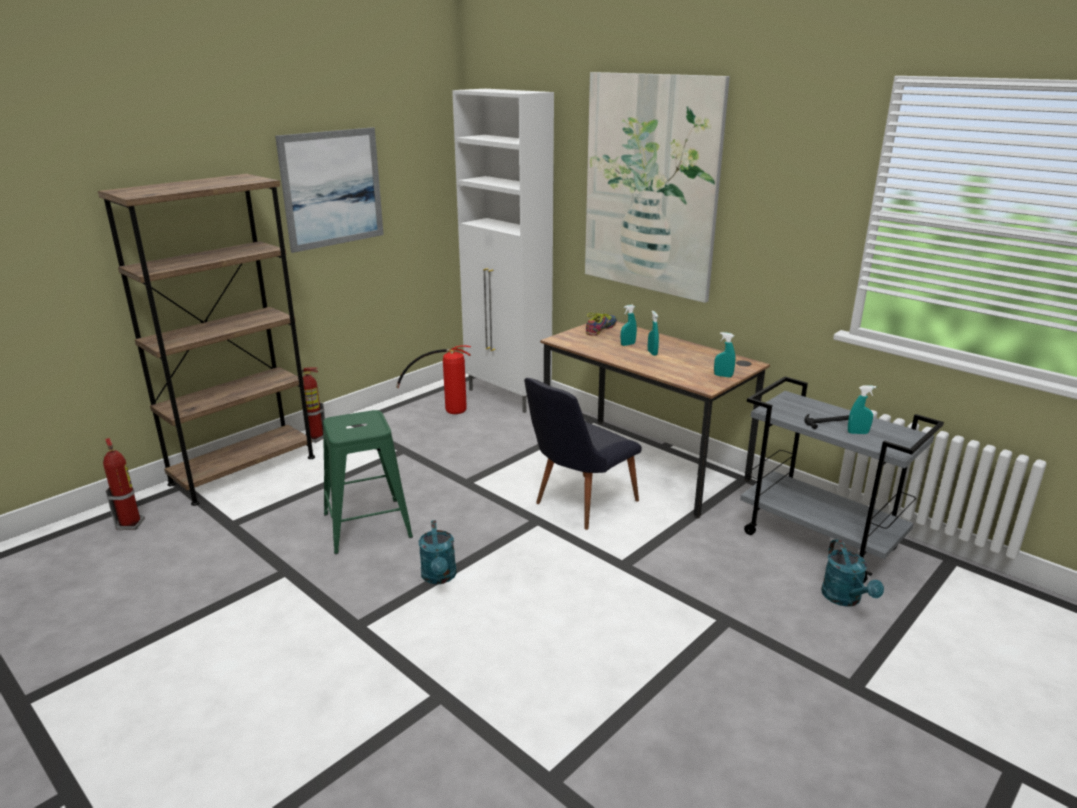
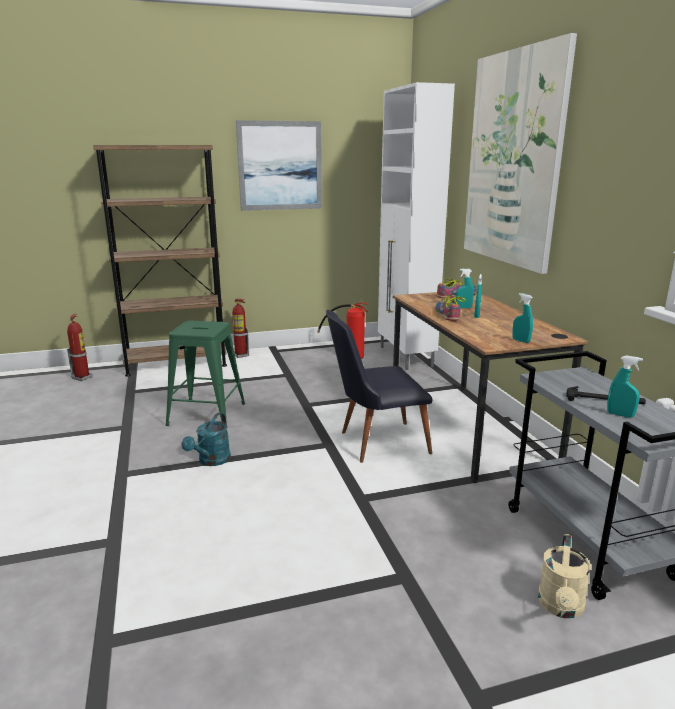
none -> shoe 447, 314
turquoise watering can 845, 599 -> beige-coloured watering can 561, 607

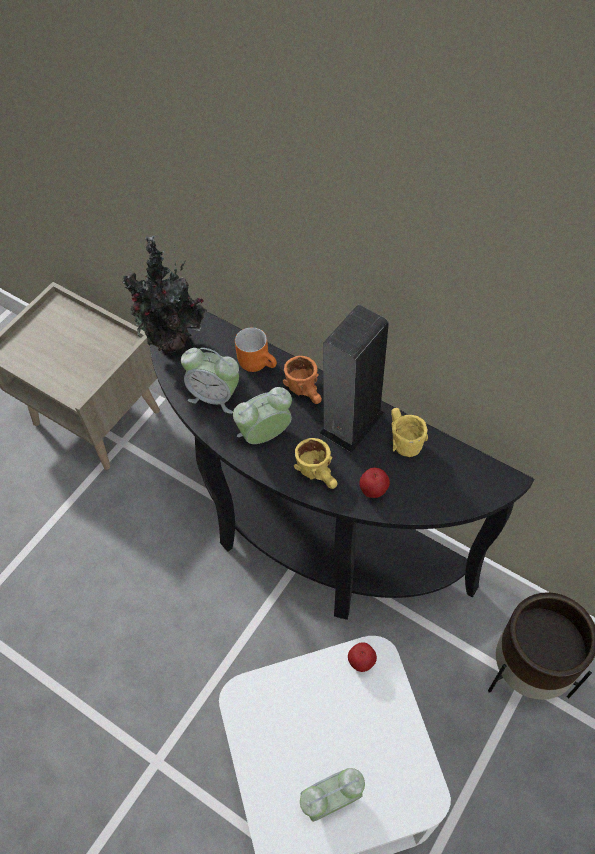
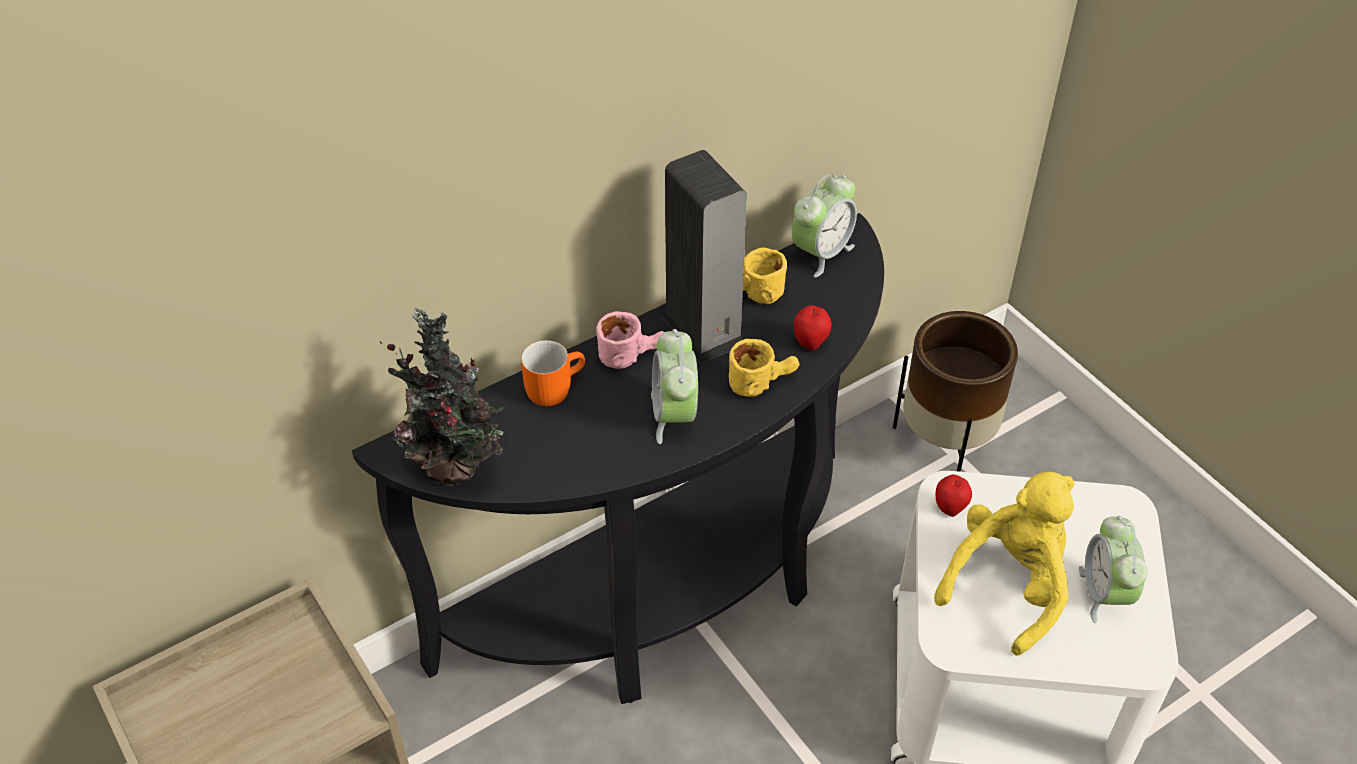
orangey coffee mug 307, 392 -> pinkish coffee mug 632, 354
alarm clock 215, 396 -> alarm clock 821, 253, relocated
none -> yellow-coloured cuddly toy 1008, 585

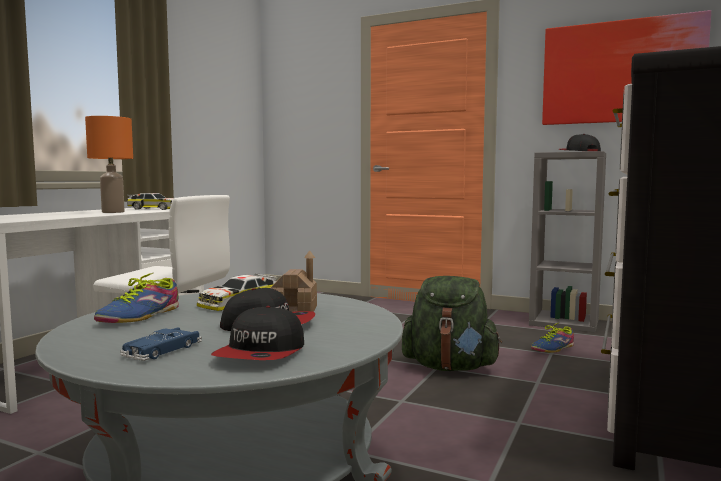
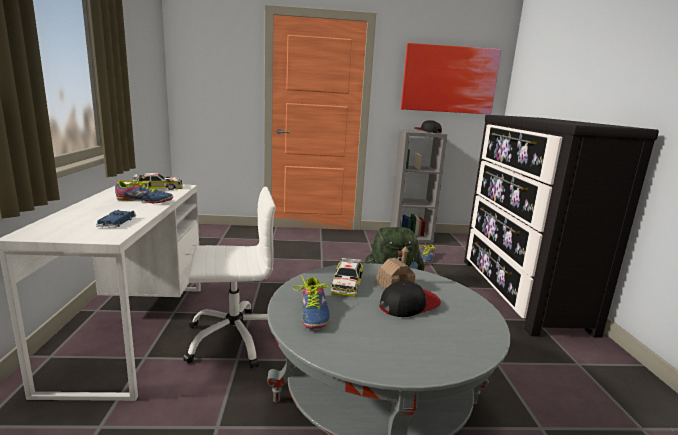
blue toy car 162, 350 -> blue toy car 117, 222, relocated
orangey table lamp 113, 212 -> shoe 144, 200
peaked cap 262, 353 -> none

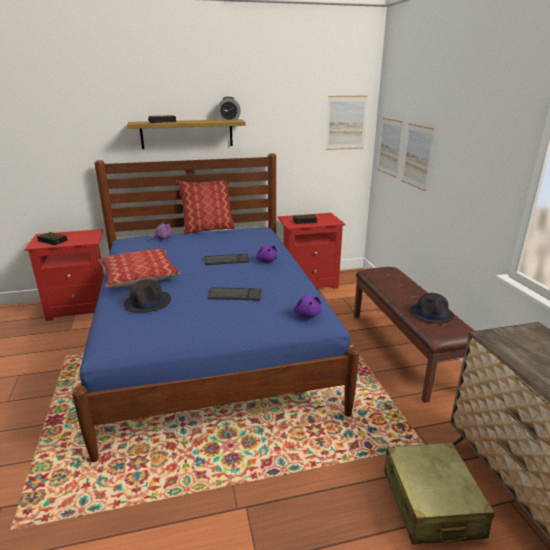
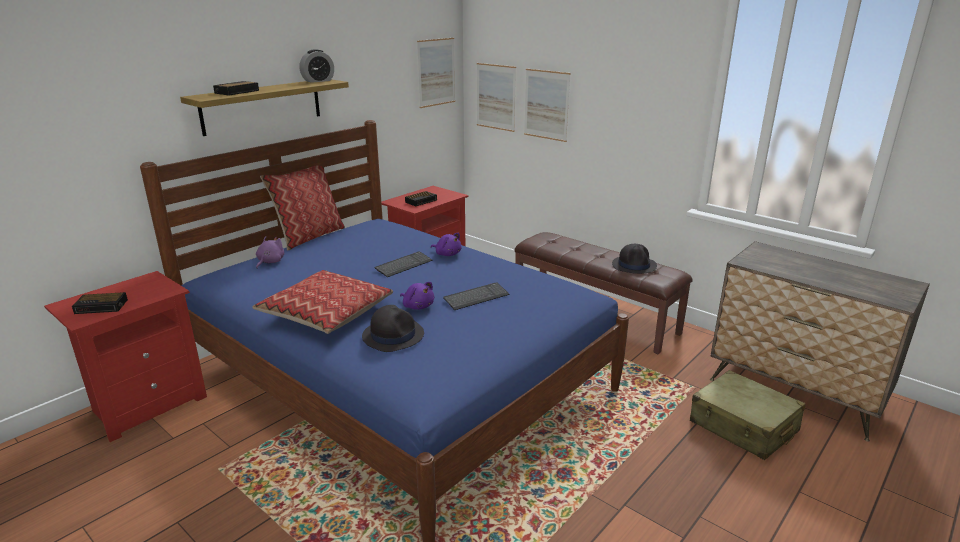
purplish cuddly toy 307, 314 -> purplish cuddly toy 417, 306, relocated

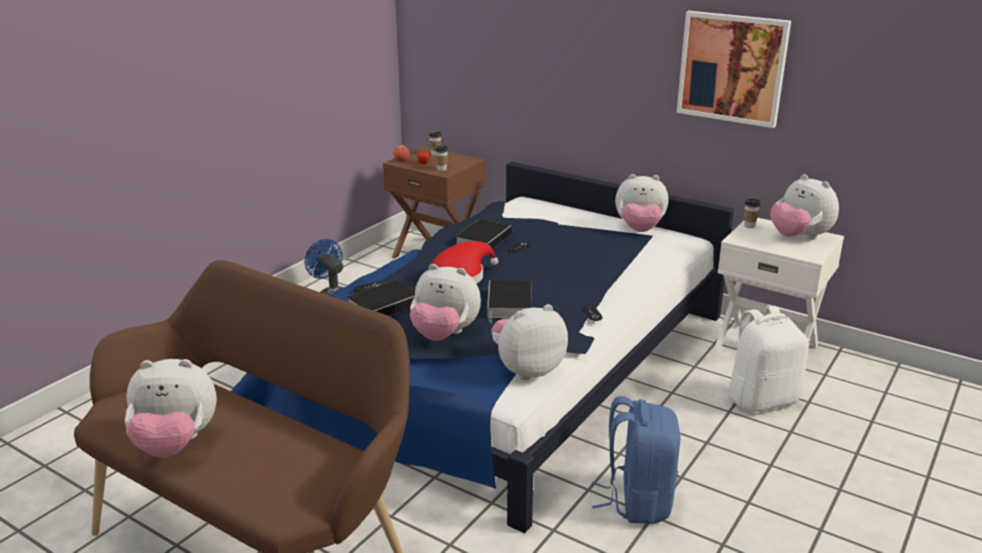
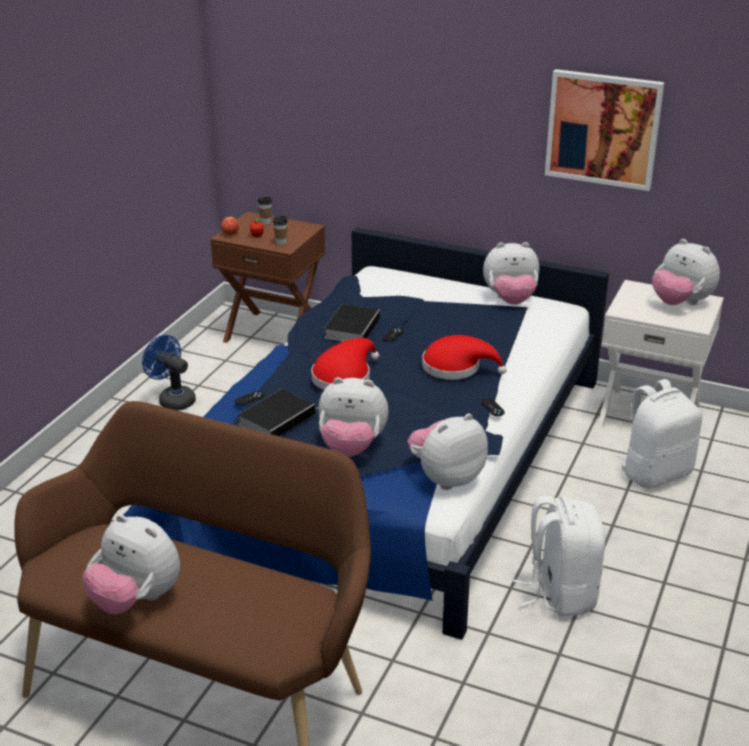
cuddly toy 176, 444 -> cuddly toy 136, 599, 45 degrees clockwise
none -> red wearable hat 456, 367
blue rucksack 637, 500 -> white-coloured rucksack 560, 593
book 510, 304 -> none
cup 749, 226 -> none

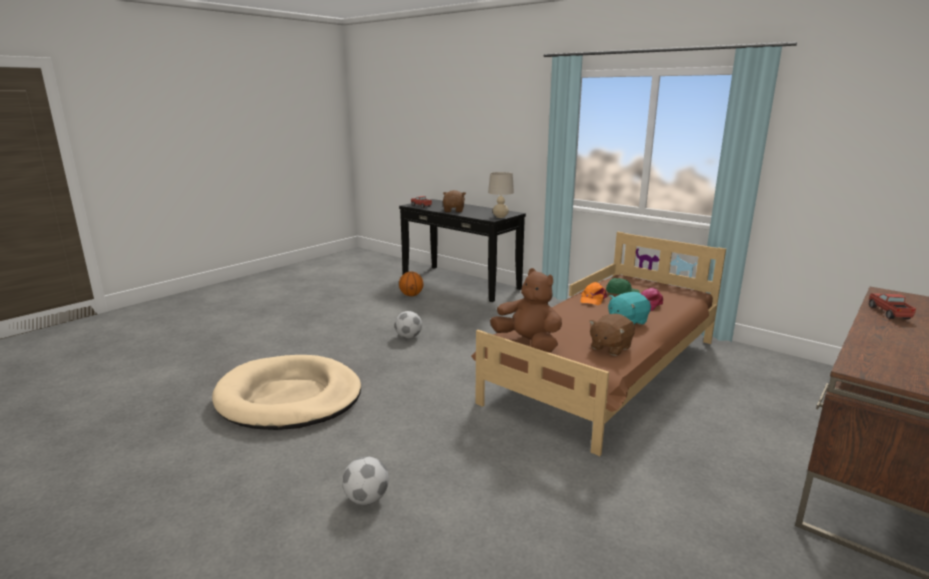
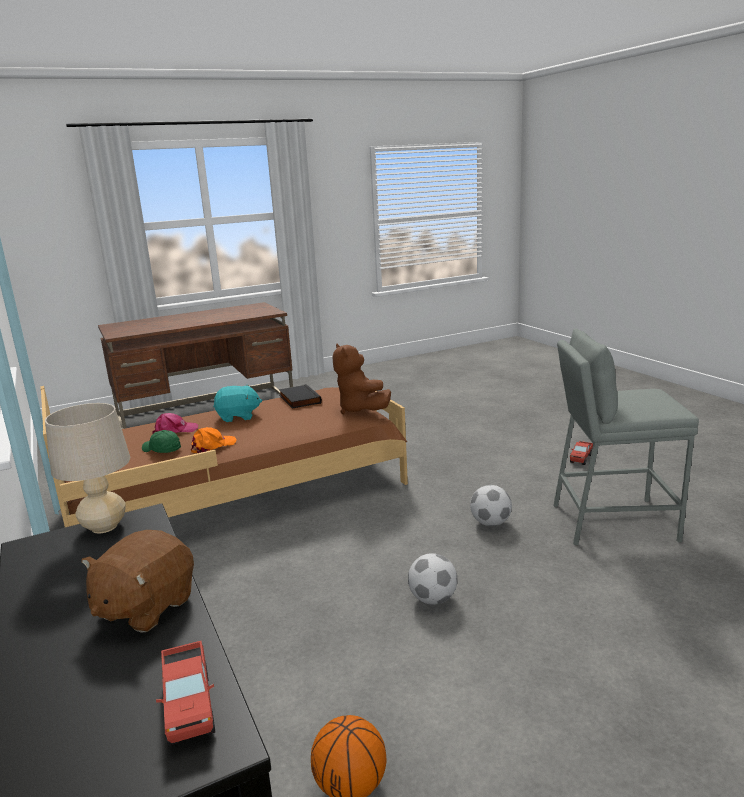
brownish cuddly toy 610, 347 -> blackish book 298, 399
football 367, 499 -> football 490, 523, relocated
beige-coloured dog bed 289, 397 -> gray stool seat 612, 521
toy lorry 888, 313 -> toy lorry 581, 458, relocated

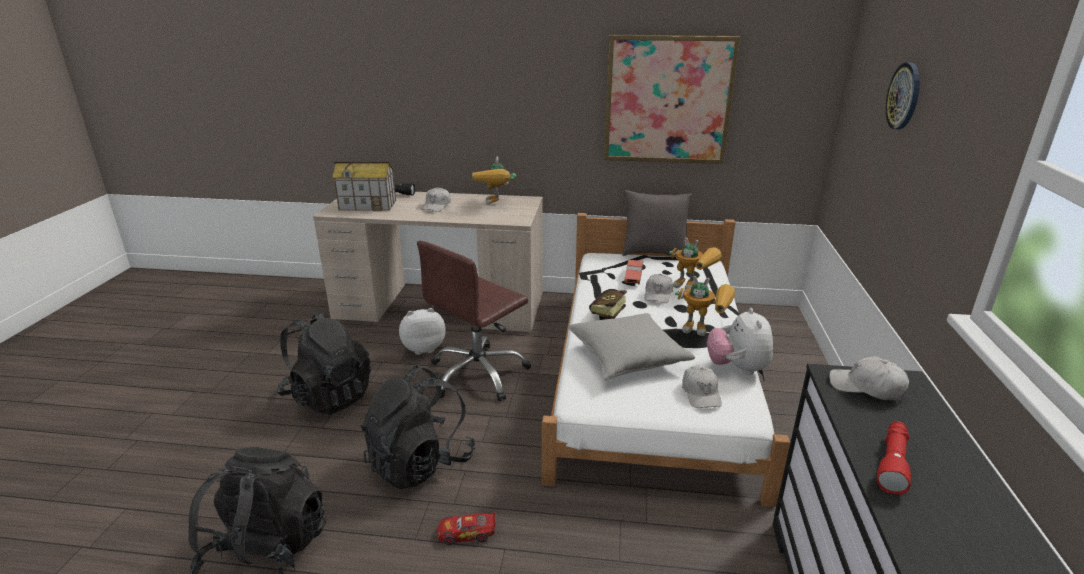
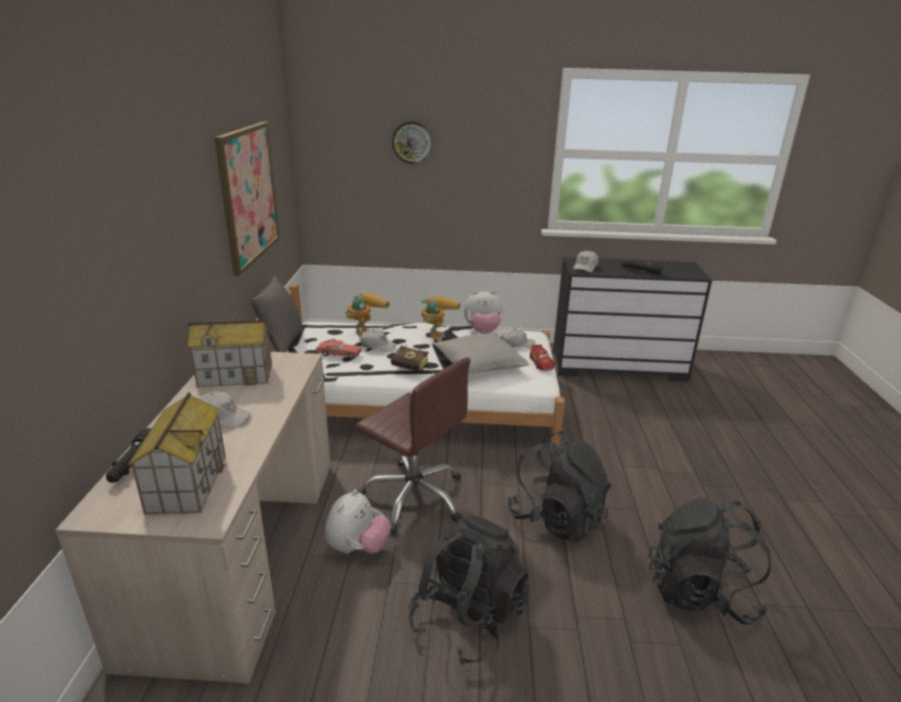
toy robot 496, 204 -> model house 236, 375
cuddly toy 423, 348 -> cuddly toy 358, 548, 135 degrees counterclockwise
toy car 466, 533 -> toy car 541, 363, relocated
red hand torch 892, 463 -> blackish hand torch 641, 271

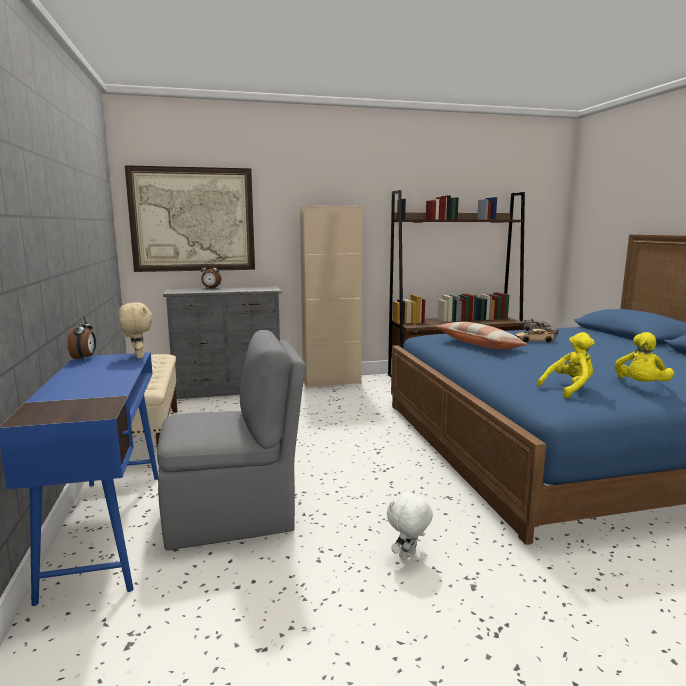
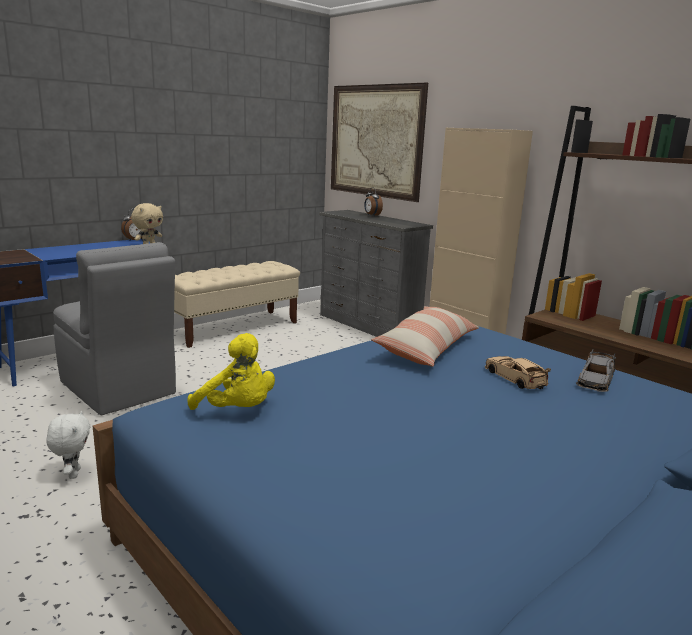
white-coloured cuddly toy 408, 556 -> white-coloured cuddly toy 73, 473, 60 degrees clockwise
yellow-coloured cuddly toy 640, 386 -> none

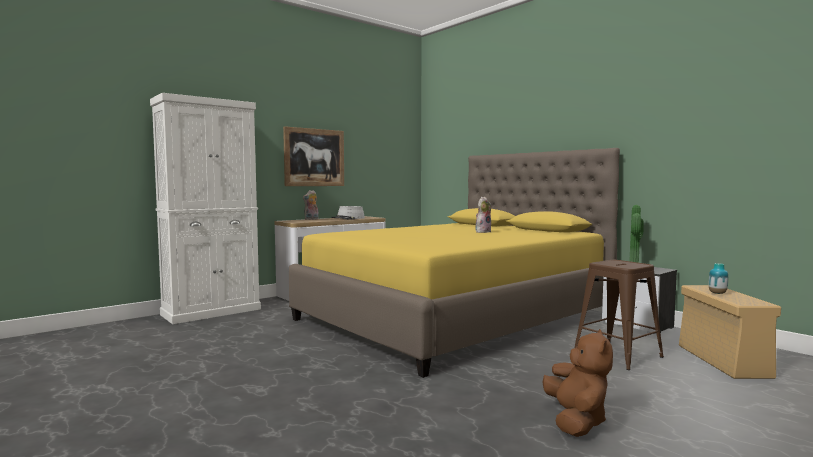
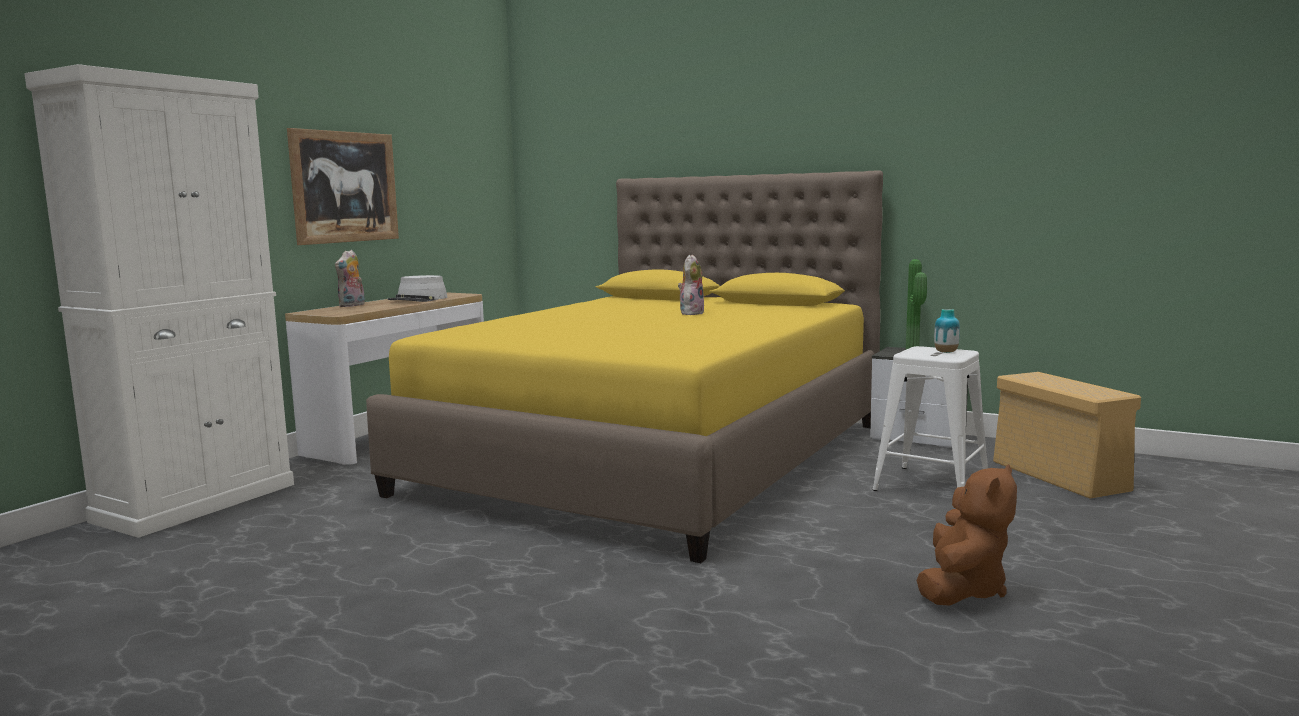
brownish stool seat 617, 354 -> white-coloured stool seat 931, 486
brownish cuddly toy 576, 421 -> brownish cuddly toy 962, 589, 45 degrees clockwise
vase 717, 293 -> vase 946, 352, relocated

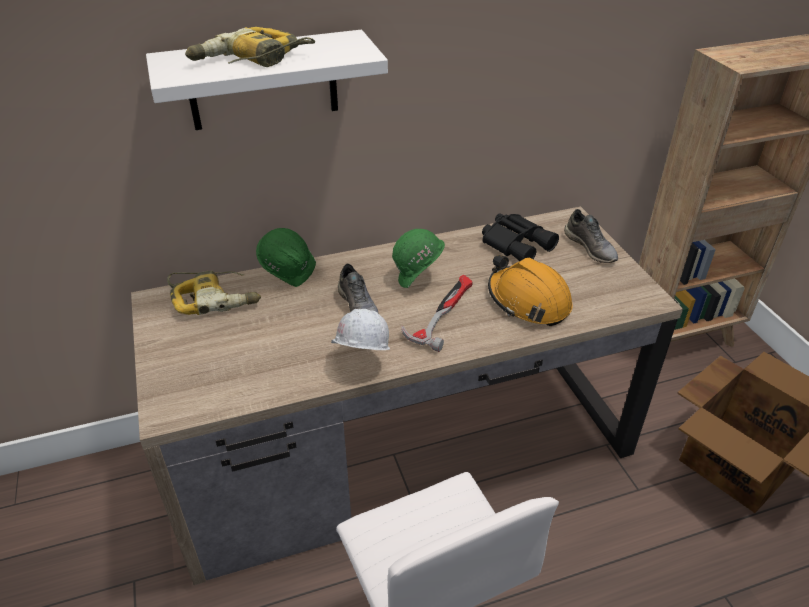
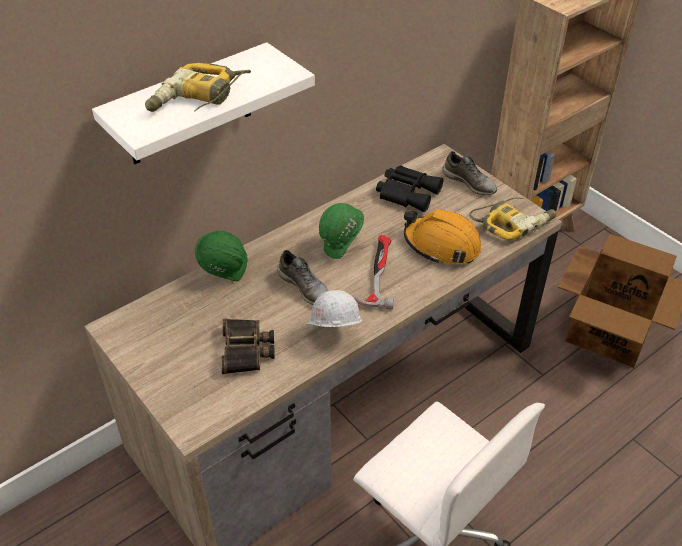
none -> binoculars 247, 350
power drill 215, 298 -> power drill 513, 222, relocated

